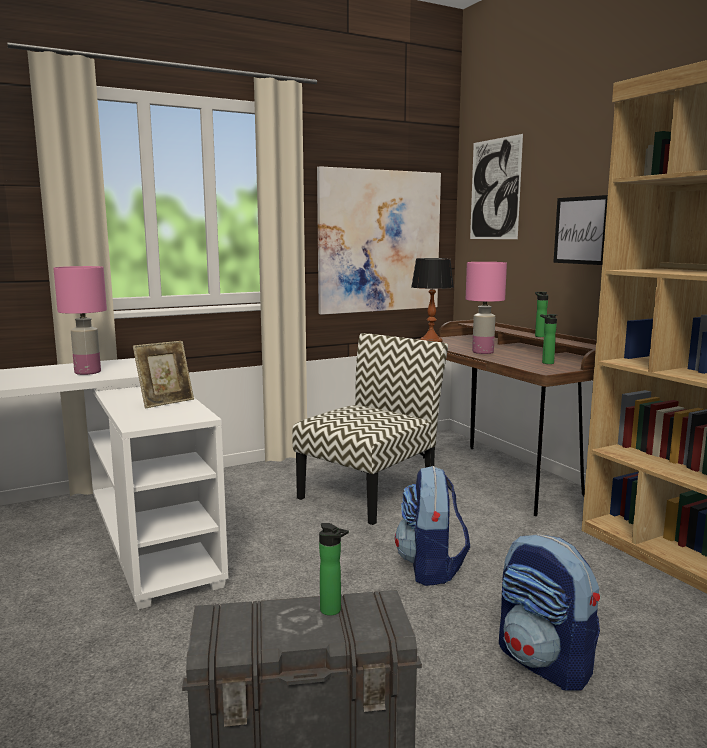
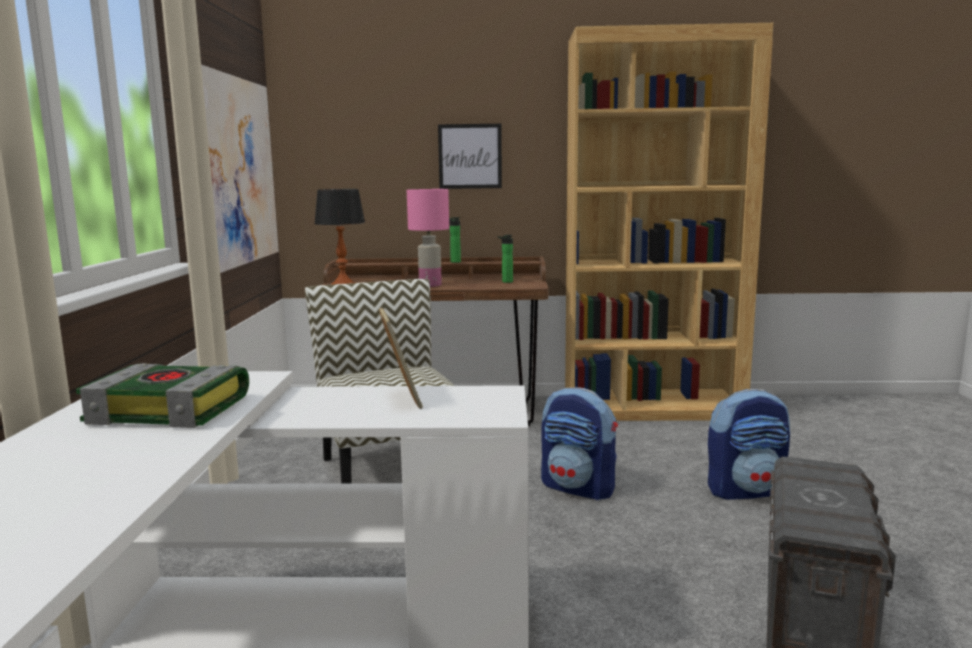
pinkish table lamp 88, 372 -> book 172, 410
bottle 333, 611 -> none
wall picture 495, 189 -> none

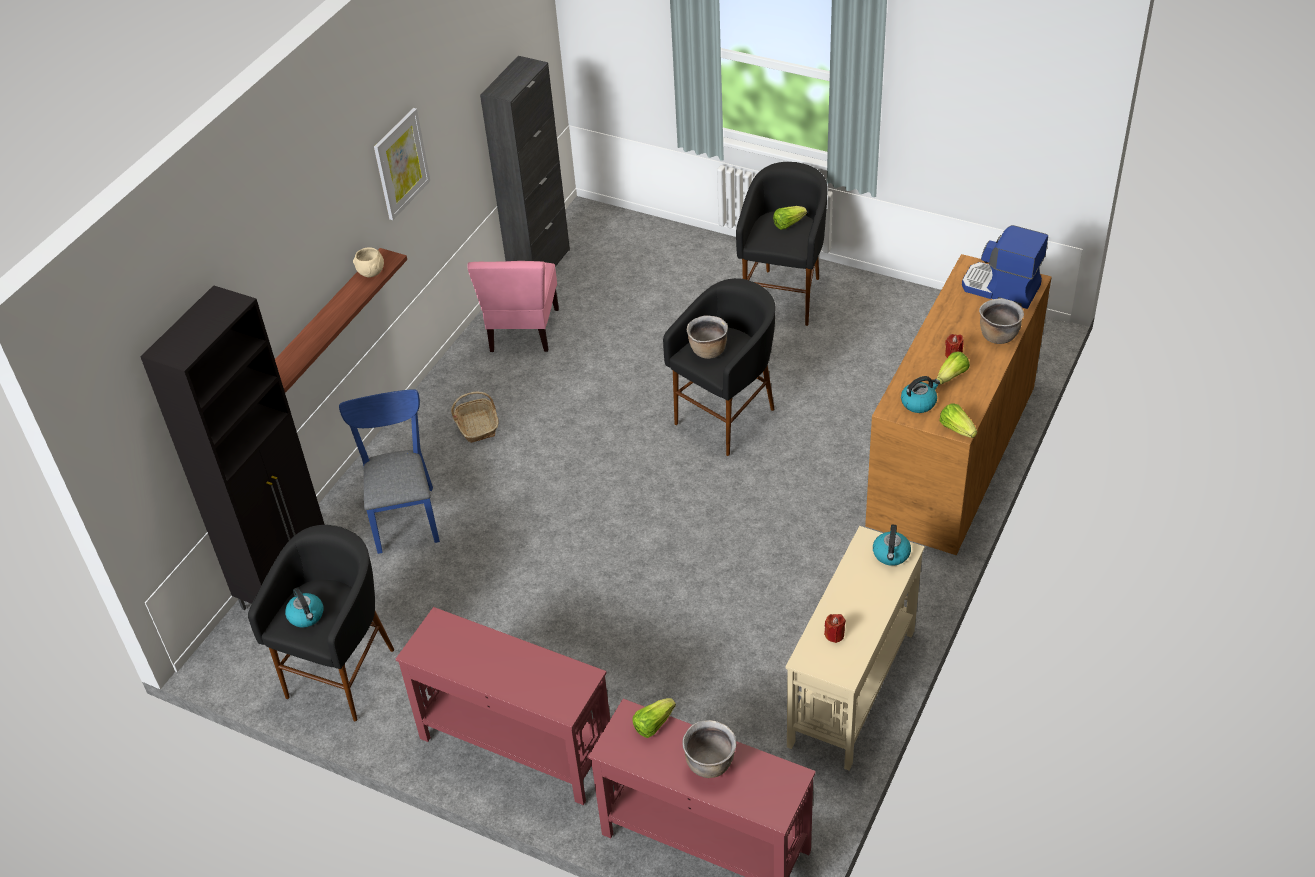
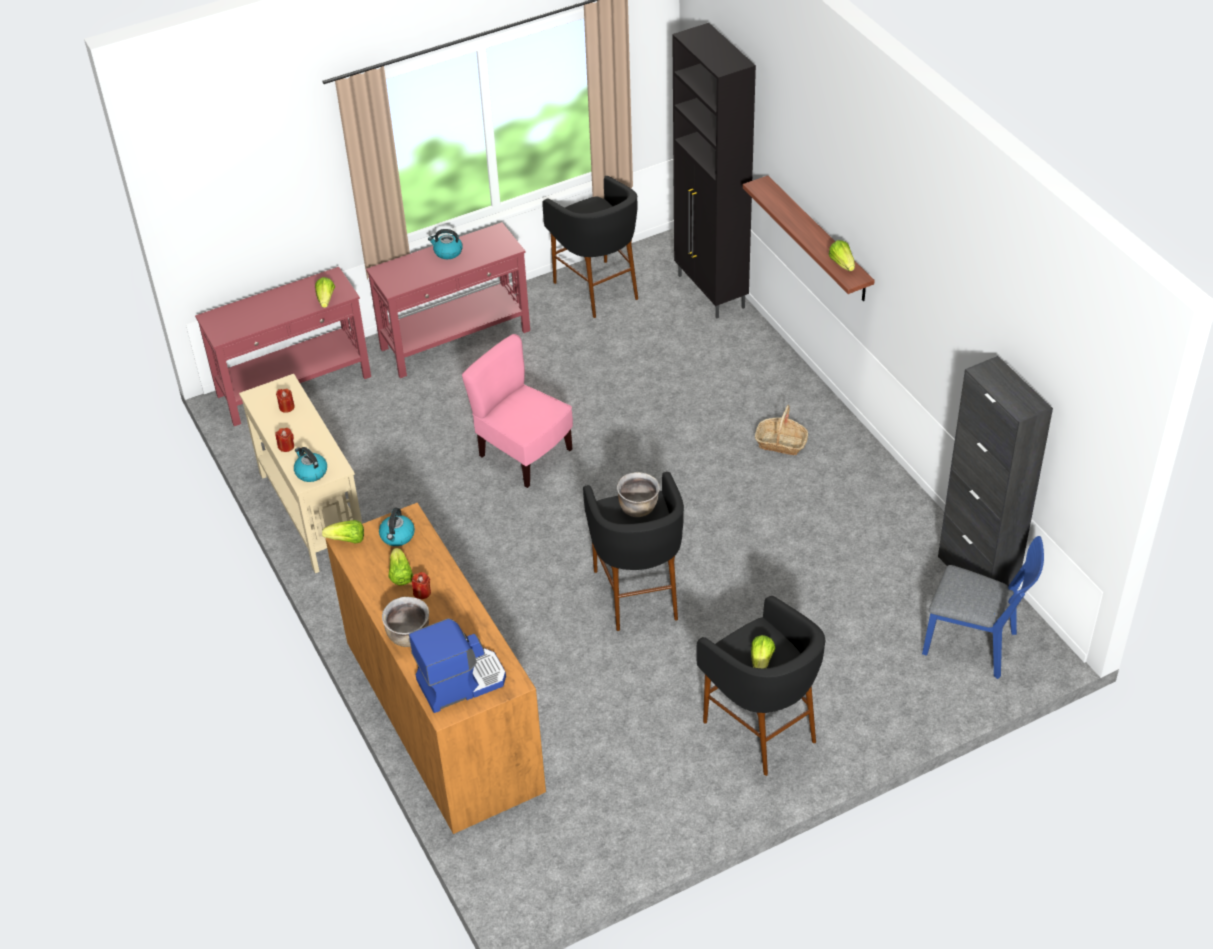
none -> red candle 286, 446
tea kettle 306, 616 -> tea kettle 447, 252, relocated
pinkish plain chair 522, 330 -> pinkish plain chair 524, 454, relocated
beige-coloured bowl 370, 273 -> head of lettuce 842, 263
blue plain chair 404, 514 -> blue plain chair 977, 645, relocated
wall picture 401, 163 -> none
brownish cooking pot 710, 763 -> none

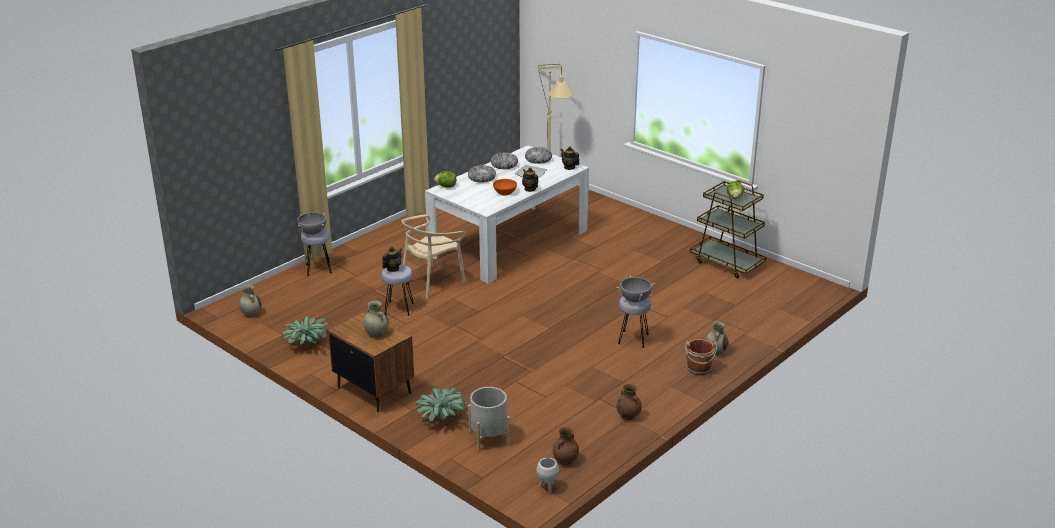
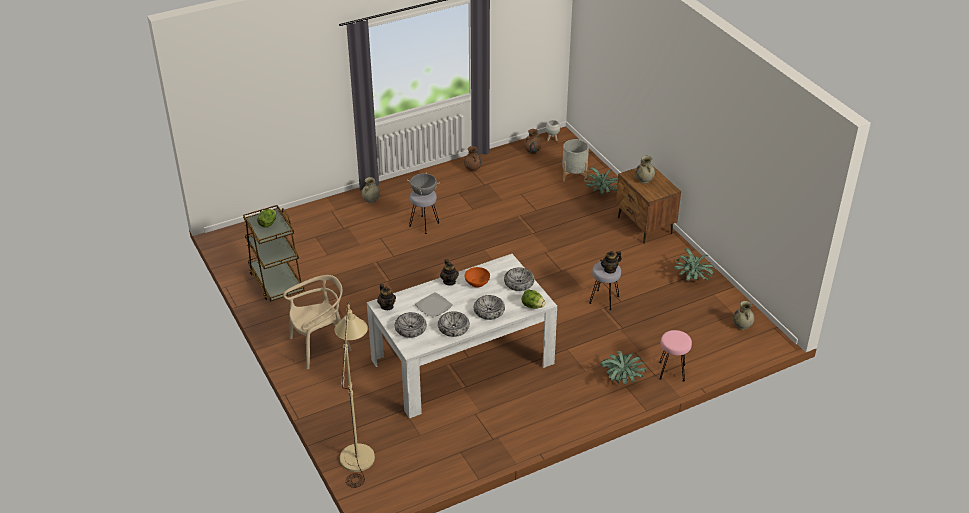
beige-coloured plain chair 432, 282 -> beige-coloured plain chair 320, 346, relocated
none -> bowl 519, 283
none -> potted plant 622, 379
gray stool seat 318, 269 -> pinkish stool seat 672, 371
gray cooking pot 312, 233 -> none
brownish pail 699, 369 -> none

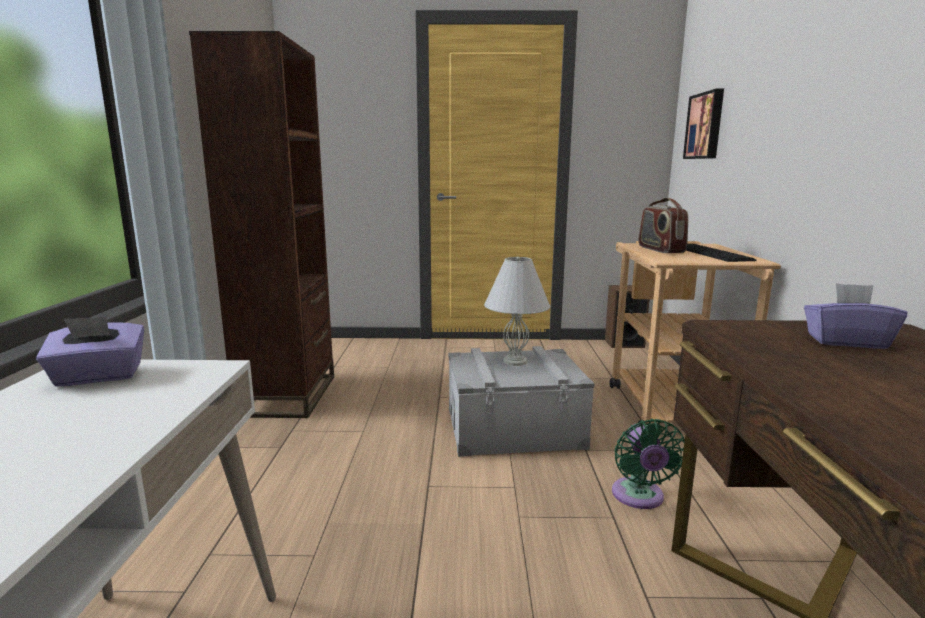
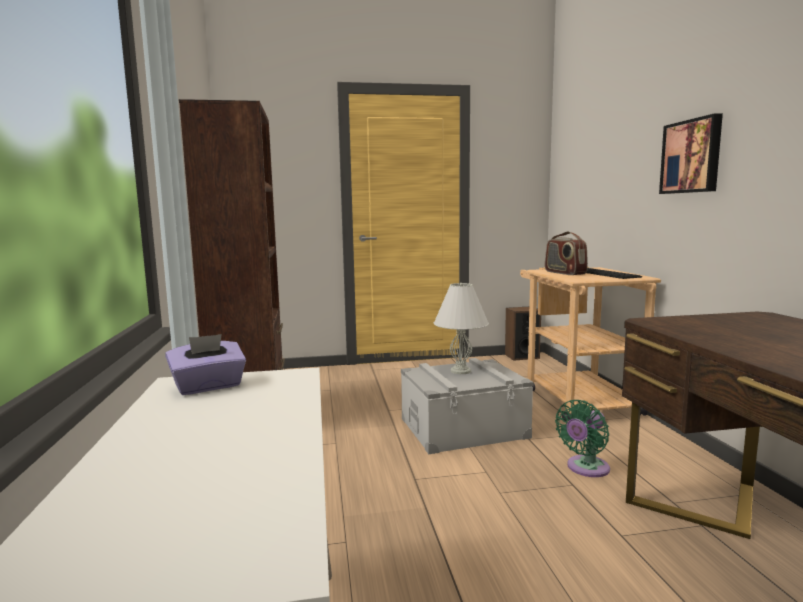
green-coloured electric fan 639, 497 -> green-coloured electric fan 585, 468, 60 degrees clockwise
wall picture 706, 126 -> wall picture 692, 156, relocated
purplish tissue box 846, 341 -> none

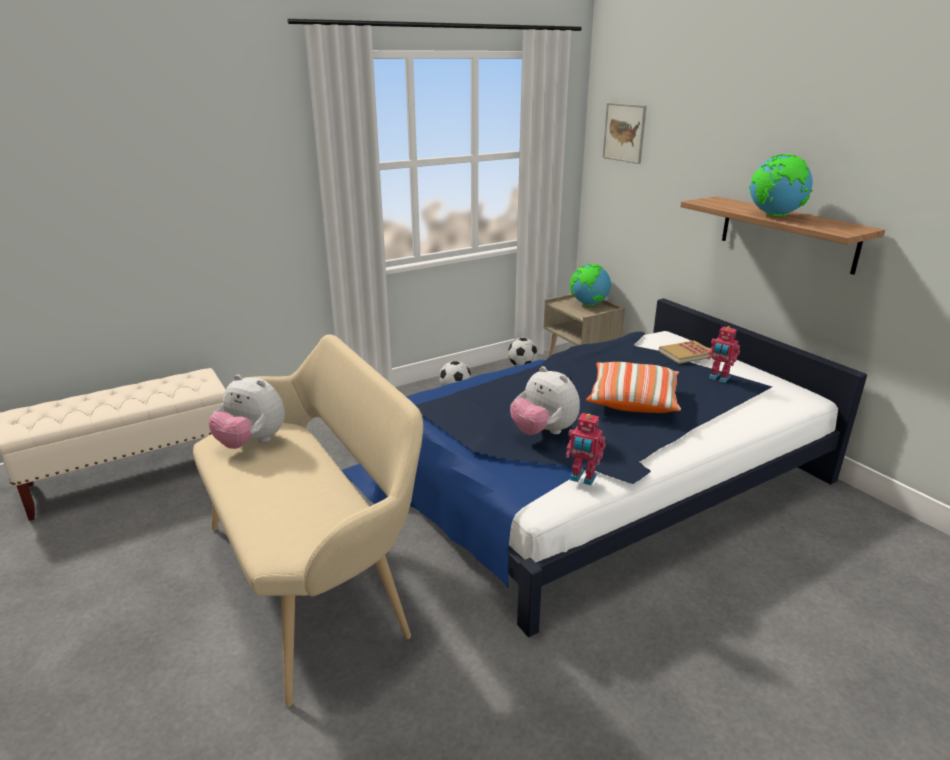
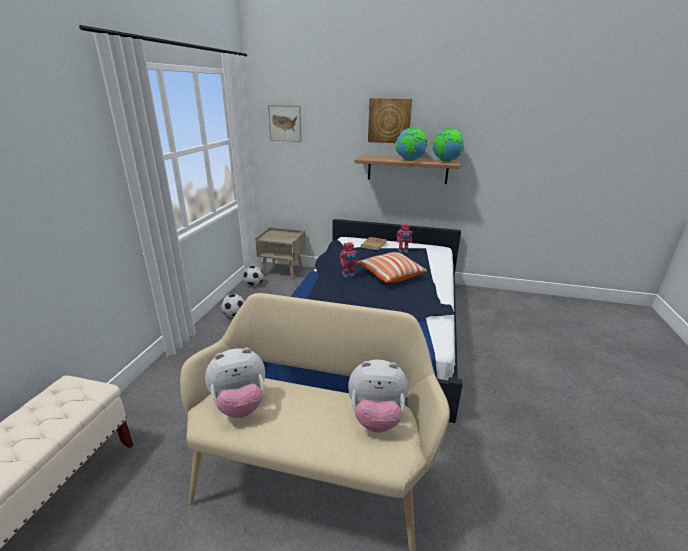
toy robot 582, 478 -> toy robot 348, 275, relocated
cuddly toy 543, 432 -> cuddly toy 376, 418, relocated
none -> wall picture 389, 120
desk globe 588, 304 -> desk globe 446, 161, relocated

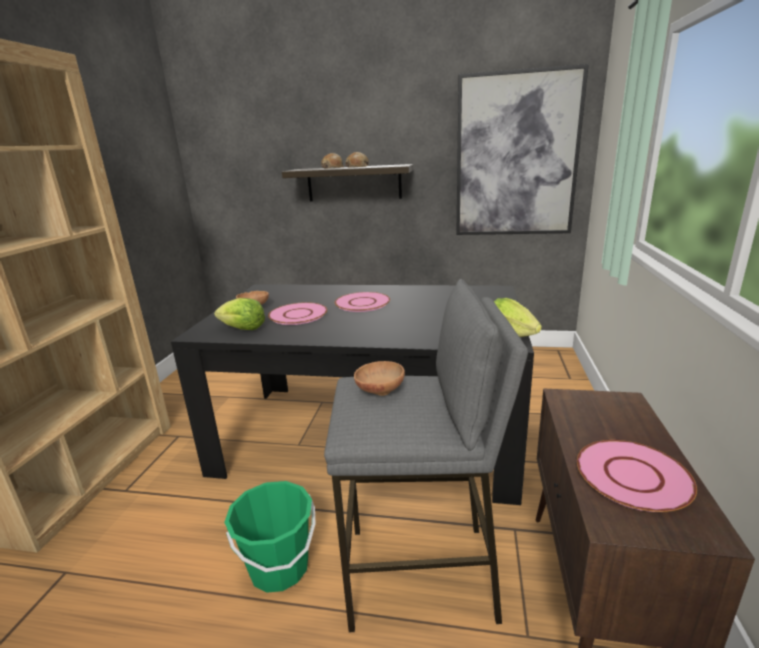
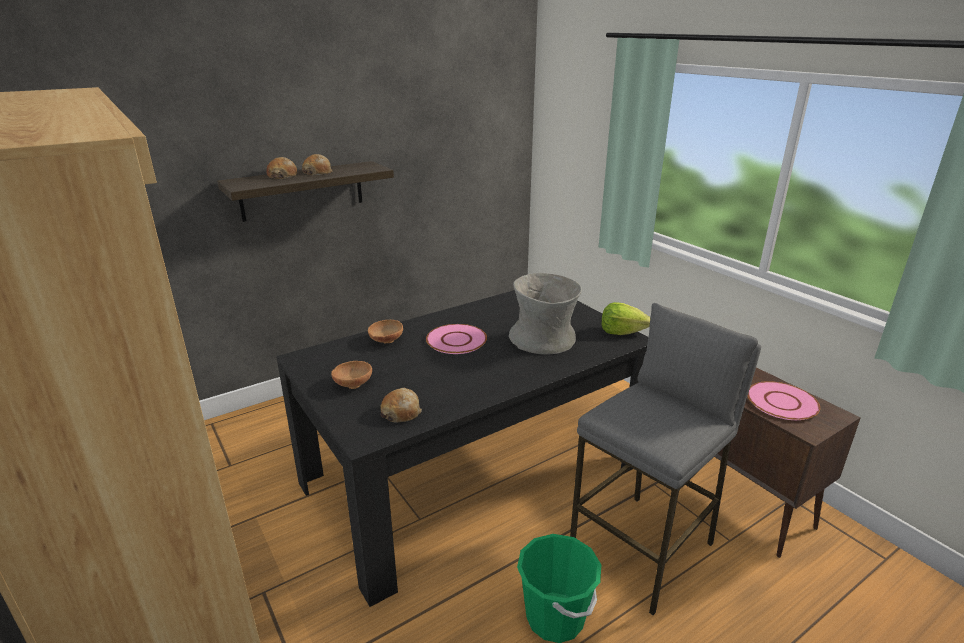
brownish bowl 379, 391 -> brownish bowl 385, 341, relocated
head of lettuce 243, 329 -> bread 401, 412
none -> gray vase 543, 340
pinkish flat dish 298, 314 -> none
wall picture 516, 156 -> none

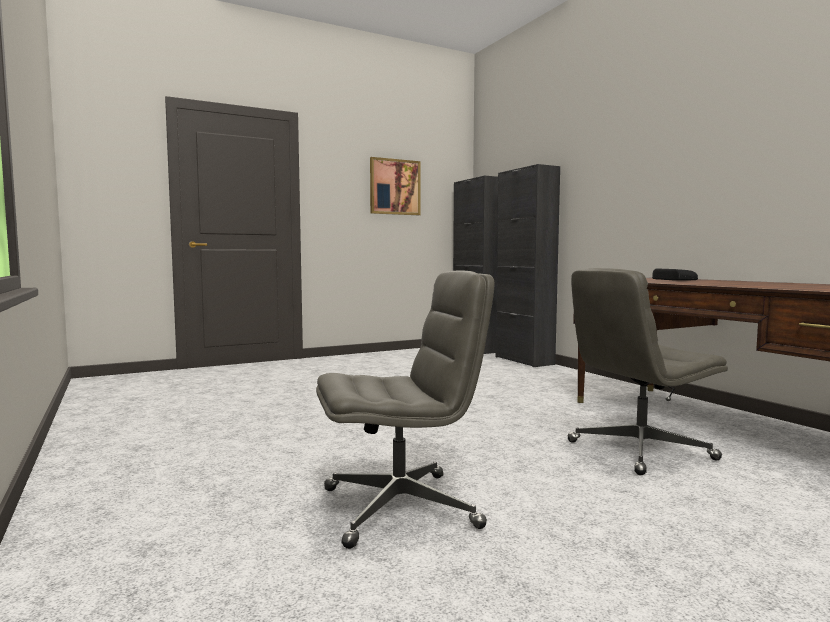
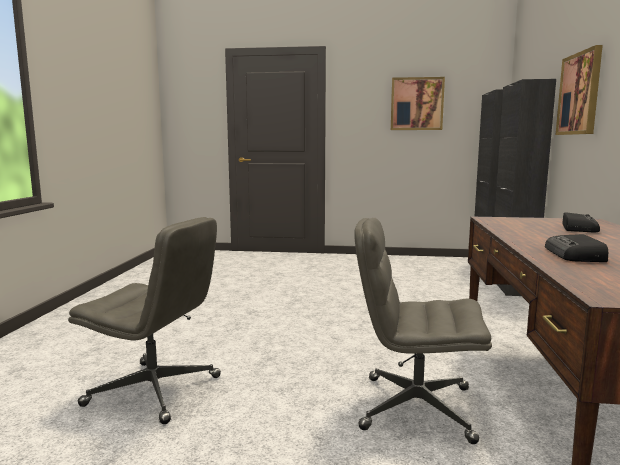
none -> radio set 575, 255
none -> wall picture 579, 94

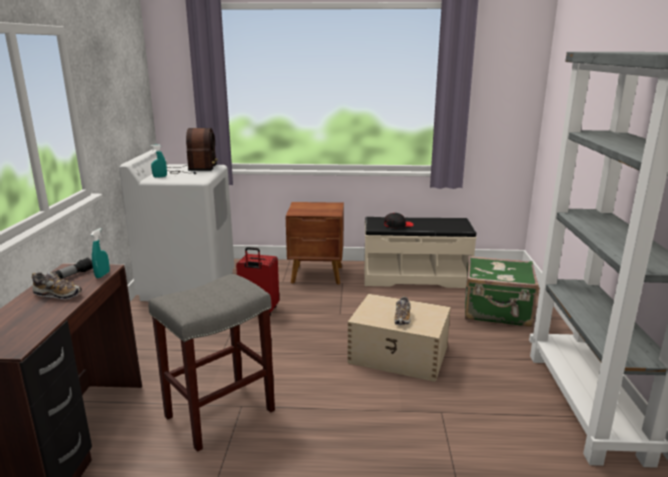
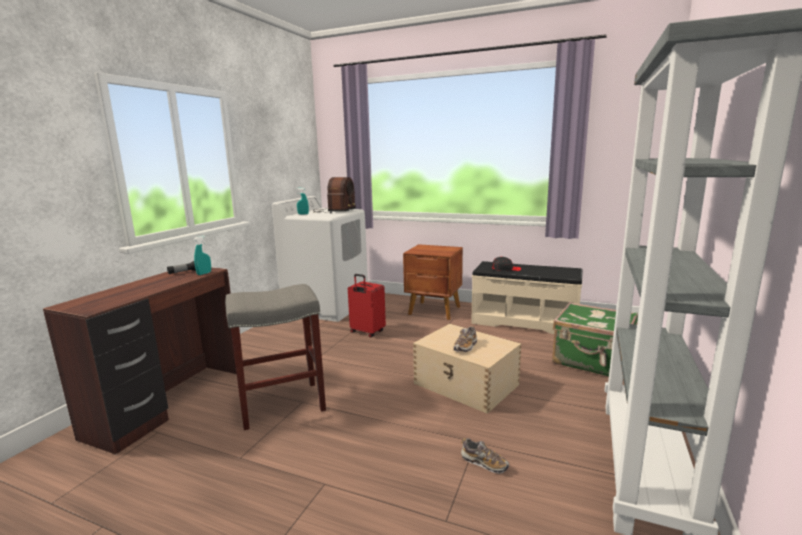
shoe 58, 295 -> shoe 484, 463, relocated

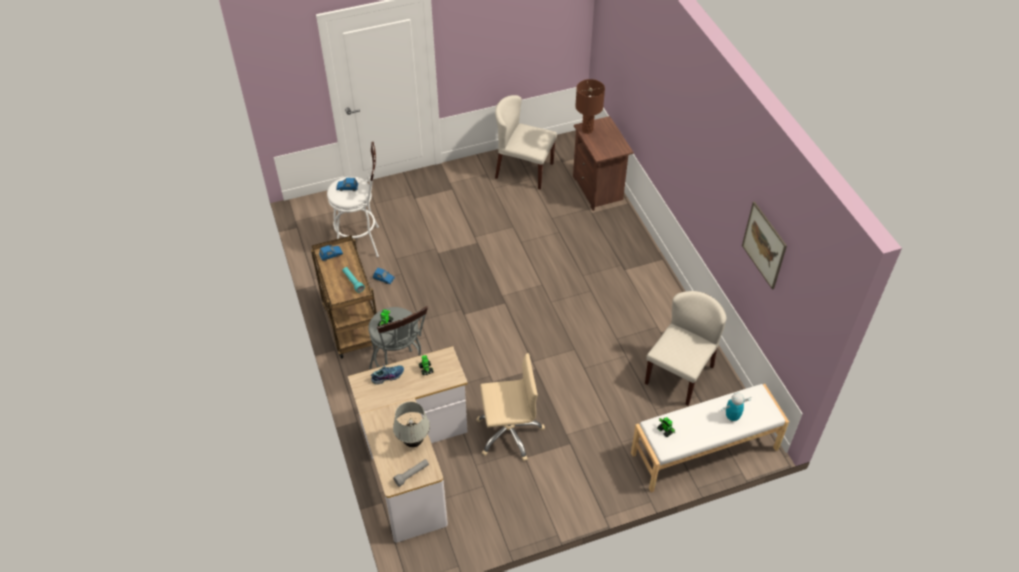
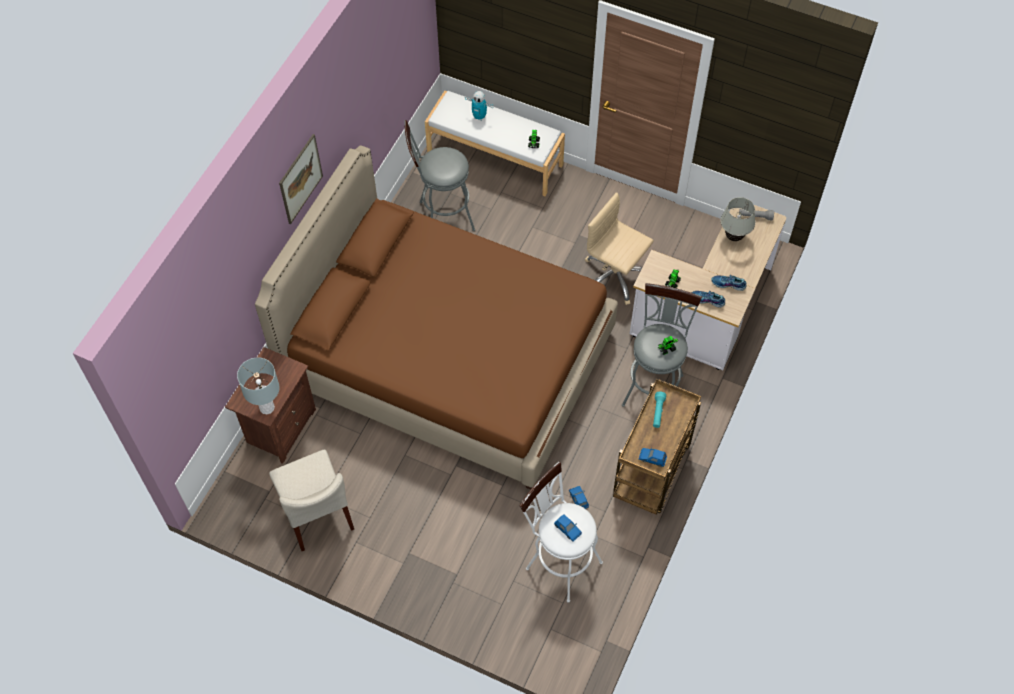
brownish table lamp 587, 129 -> gray table lamp 267, 408
none -> brownish sleeping bed 448, 358
wall picture 764, 245 -> wall picture 300, 179, relocated
beige-coloured plain chair 679, 374 -> gray stool seat 441, 217
none -> shoe 728, 284

